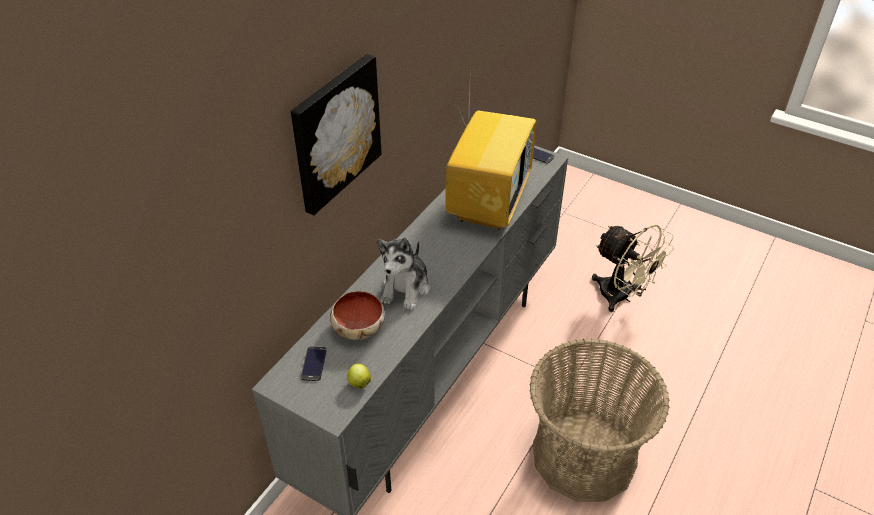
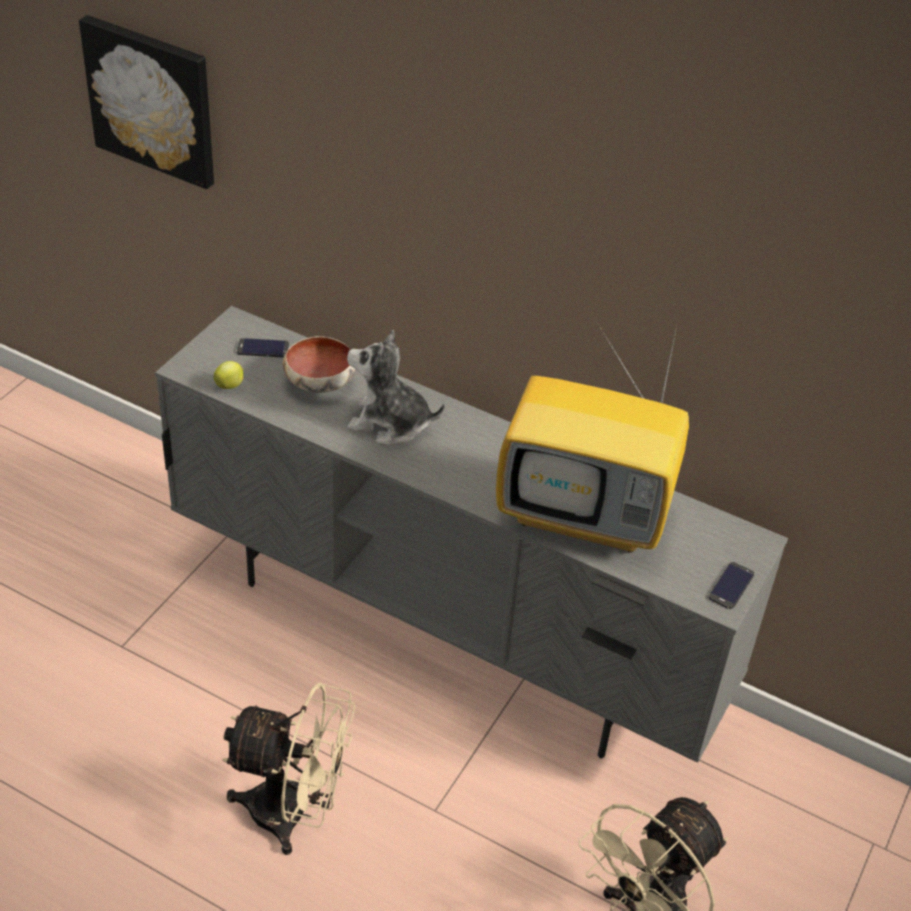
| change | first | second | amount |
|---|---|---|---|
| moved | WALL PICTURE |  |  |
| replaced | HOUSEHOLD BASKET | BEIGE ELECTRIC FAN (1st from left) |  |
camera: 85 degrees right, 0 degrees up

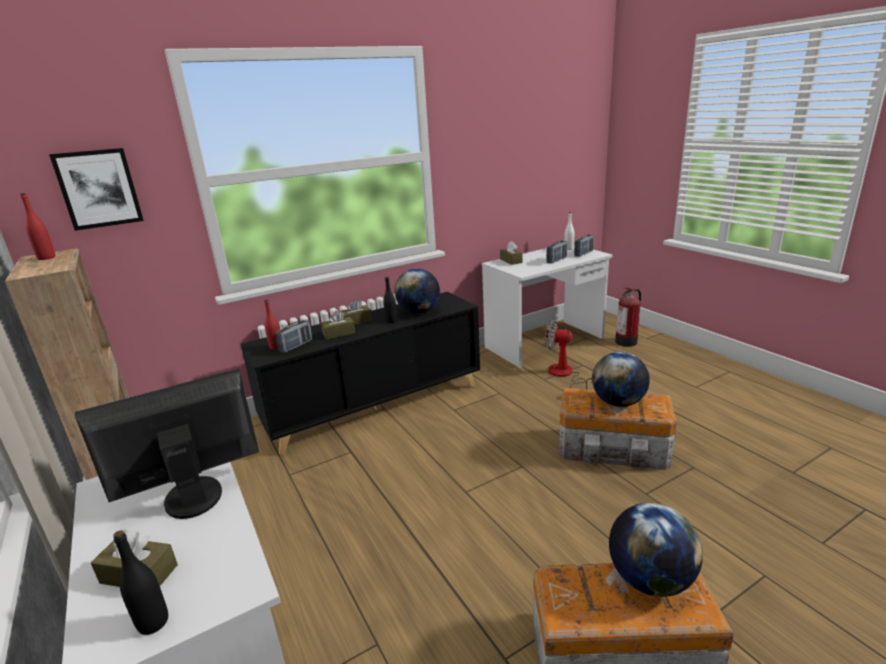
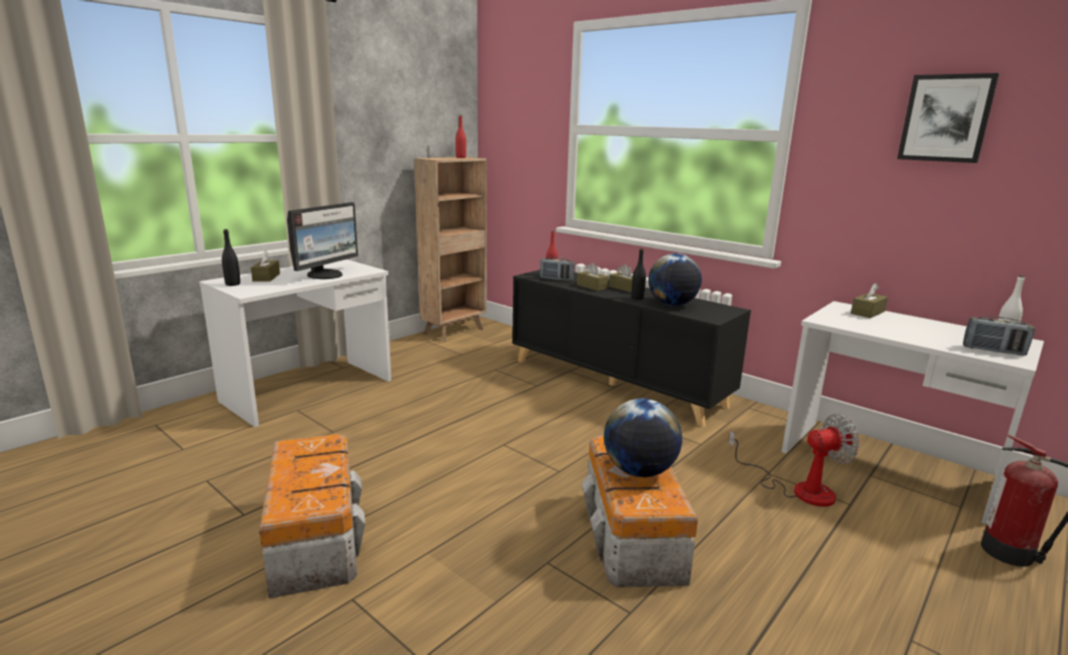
| change | first | second | amount |
|---|---|---|---|
| moved | WALL PICTURE |  |  |
| removed | RADIO SET (2nd from left) |  |  |
| turned | ELECTRIC FAN |  | 75 degrees clockwise |
| turned | MONITOR |  | 75 degrees clockwise |
| removed | WORLD GLOBE (3rd from left) |  |  |
camera: 70 degrees right, 5 degrees down

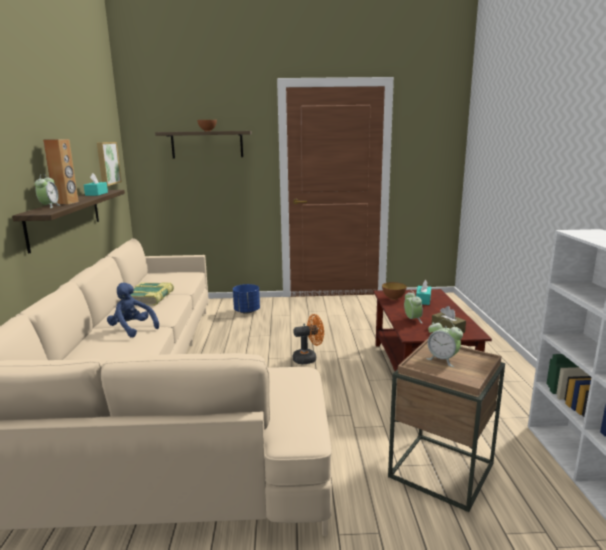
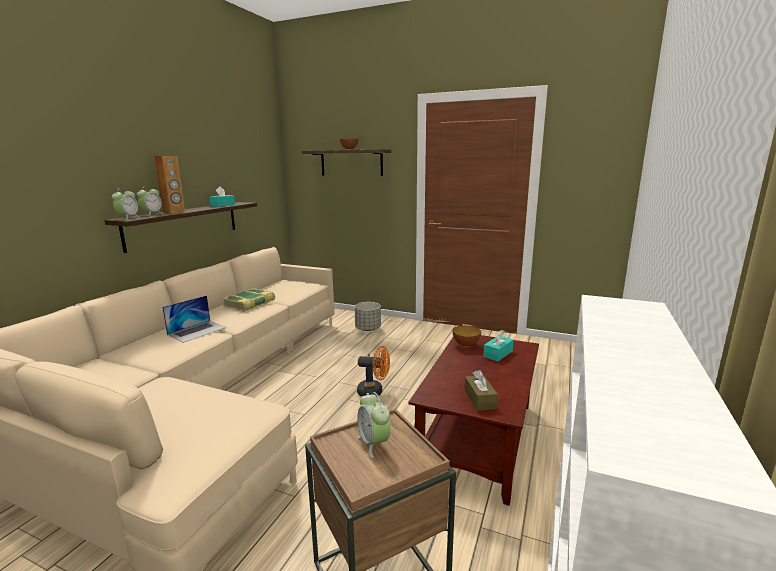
| change | first | second | amount |
|---|---|---|---|
| removed | WALL PICTURE |  |  |
| replaced | BLUE-COLOURED PLUSH TOY | NOTEBOOK COMPUTER |  |
| recoloured | BLUE-COLOURED FLOWER POT | GRAY FLOWER POT |  |
| moved | TABLE CLOCK (2nd from left in the first image) | TABLE CLOCK (1st from left) |  |
camera: 25 degrees right, 0 degrees up

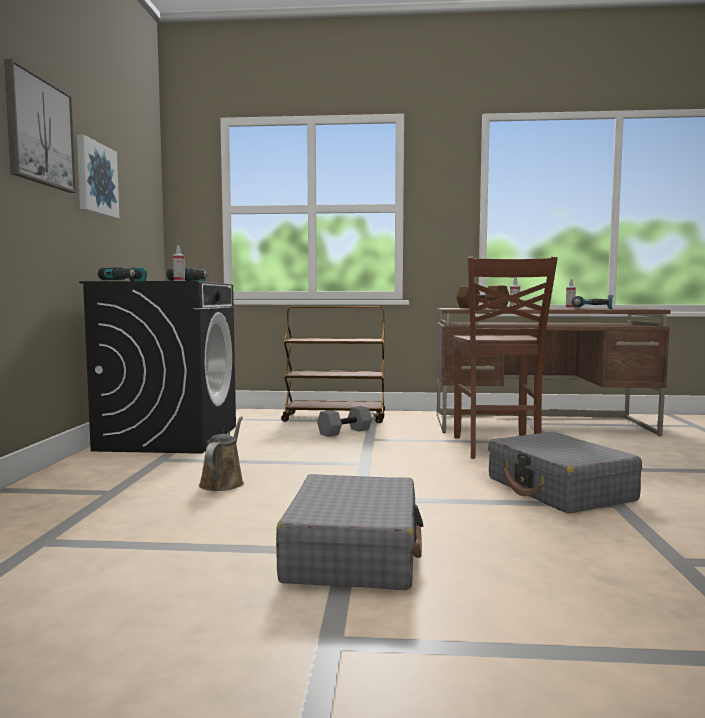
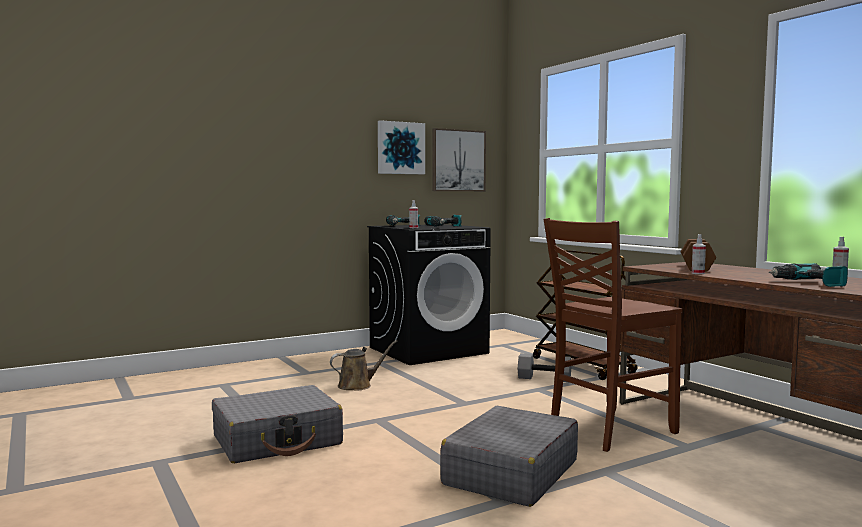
| change | first | second | amount |
|---|---|---|---|
| moved | WALL PICTURE (1st from left in the first image) | WALL PICTURE (2nd from left) |  |
camera: 55 degrees right, 0 degrees up

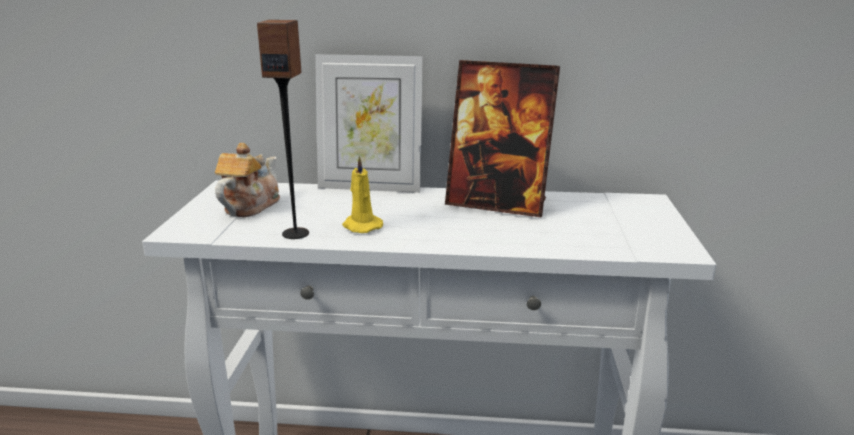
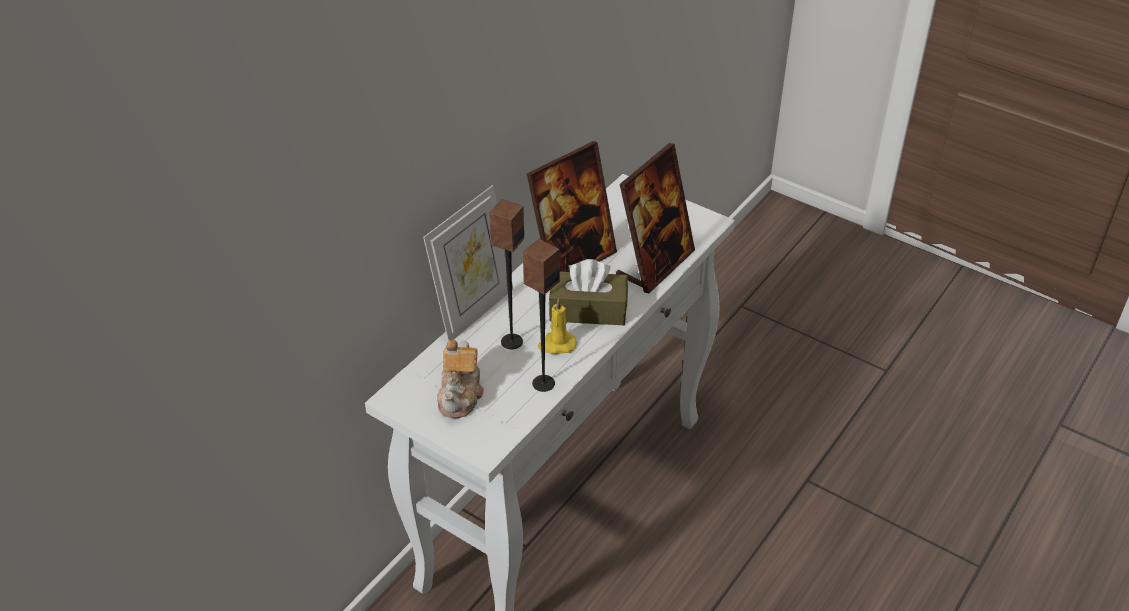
| change | first | second | amount |
|---|---|---|---|
| turned | POT FOR TEA |  | 135 degrees counterclockwise |
| added |  | STANDING FRAME (3rd from left) |  |
| added |  | LOUDSPEAKER (1st from left) |  |
| added |  | BROWN-COLOURED BOX OF TISSUES |  |
camera: 60 degrees left, 20 degrees up

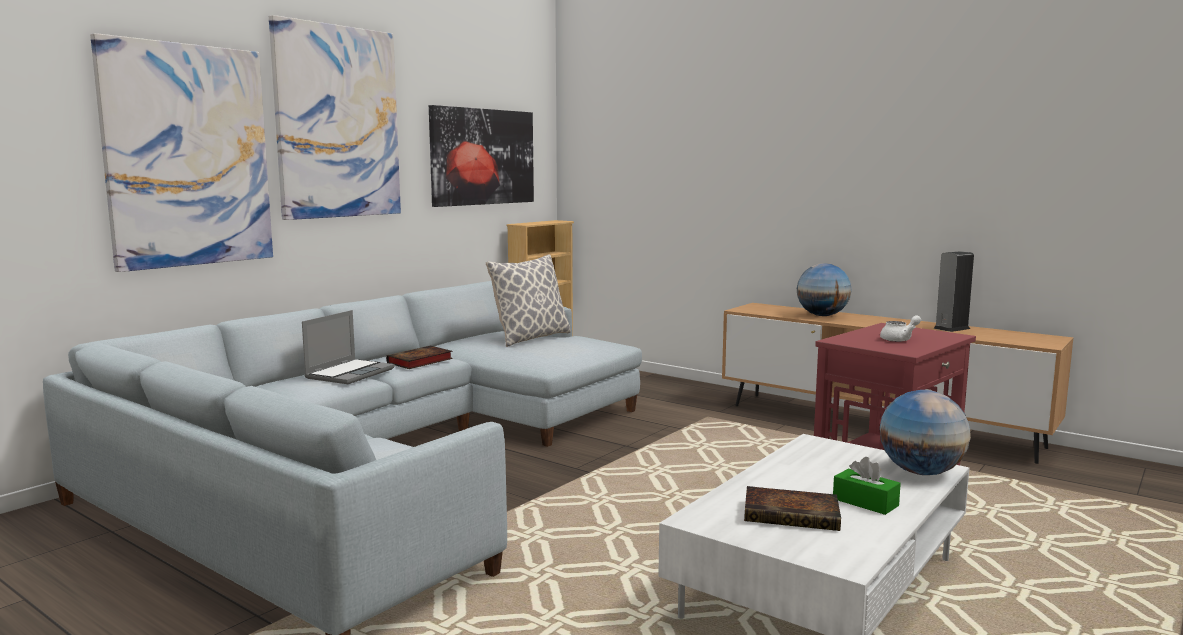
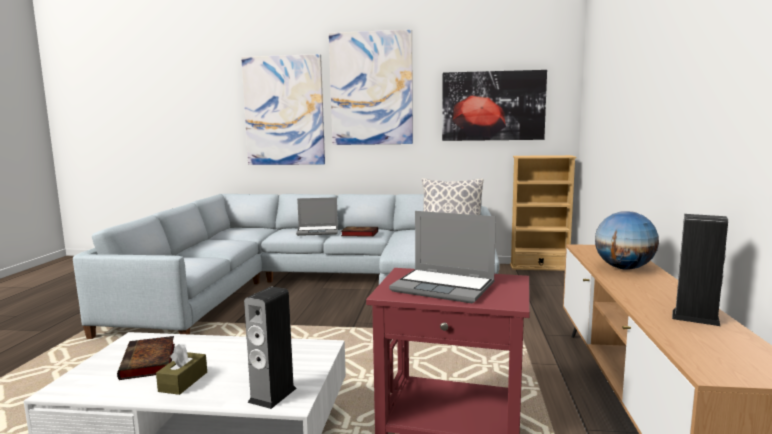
| change | first | second | amount |
|---|---|---|---|
| replaced | WHITE-COLOURED POT FOR TEA | NOTEBOOK COMPUTER (2nd from left) |  |
| replaced | WORLD GLOBE (2nd from left) | LOUDSPEAKER (1st from left) |  |
| recoloured | GREEN-COLOURED BOX OF TISSUES | BROWN-COLOURED BOX OF TISSUES |  |
camera: 60 degrees right, 0 degrees up

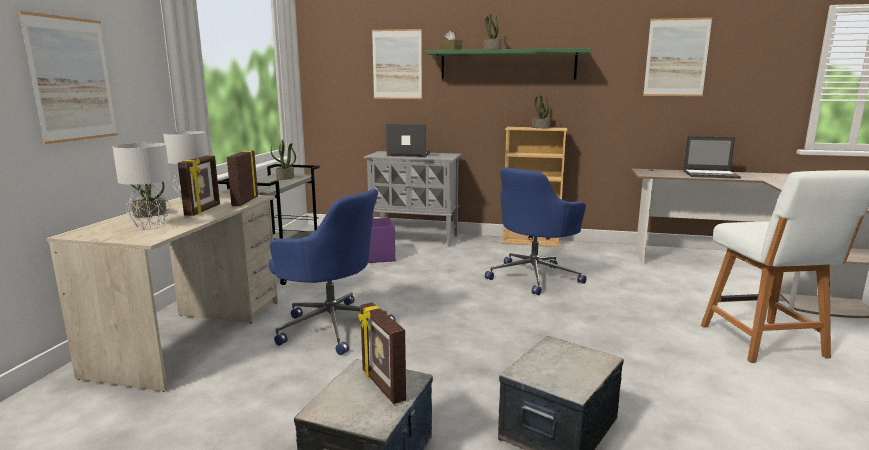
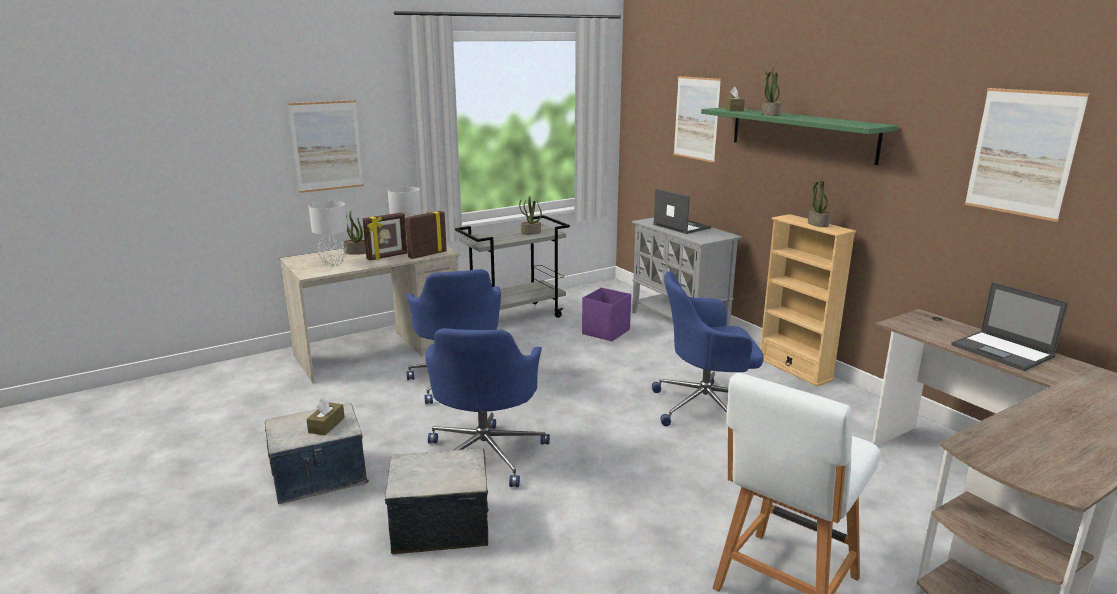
| change | first | second | amount |
|---|---|---|---|
| replaced | STANDING FRAME (3rd from left) | BROWN-COLOURED BOX OF TISSUES (1st from left) |  |
| added |  | BLUE-COLOURED DESK CHAIR (2nd from left) |  |
camera: 45 degrees right, 5 degrees up

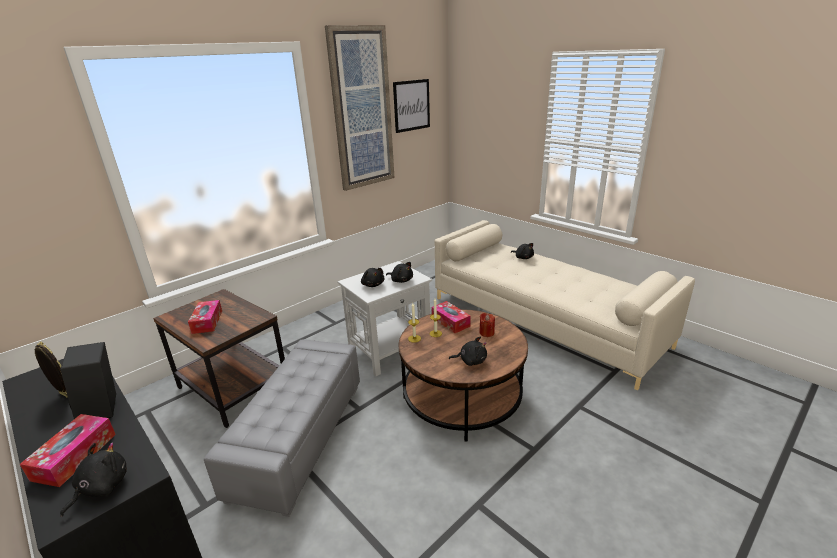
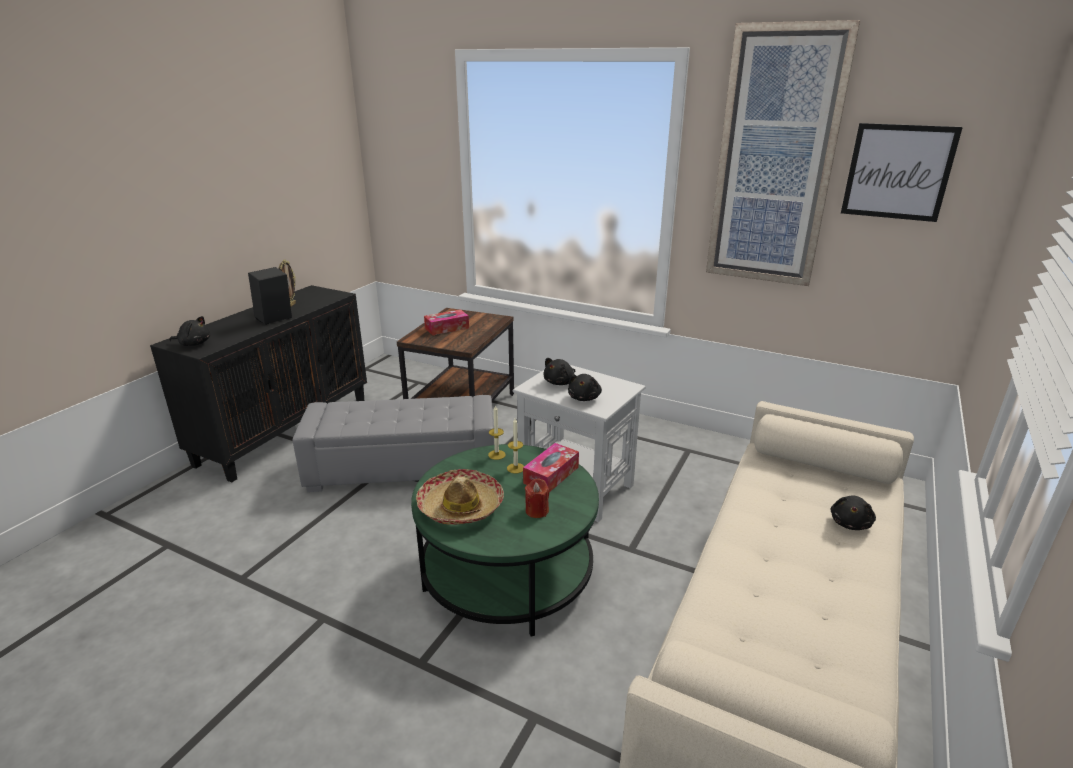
| change | first | second | amount |
|---|---|---|---|
| recoloured | BROWN-COLOURED COFFEE TABLE | GREEN-COLOURED COFFEE TABLE |  |
| replaced | BLACK-COLOURED PLUSH TOY (4th from left) | HAT |  |
| removed | BOX OF TISSUES (1st from left) |  |  |
camera: 70 degrees right, 0 degrees up

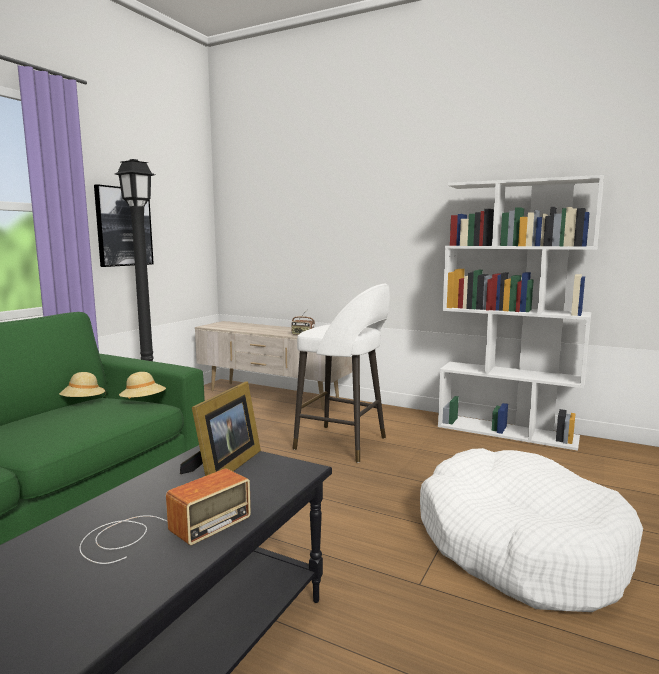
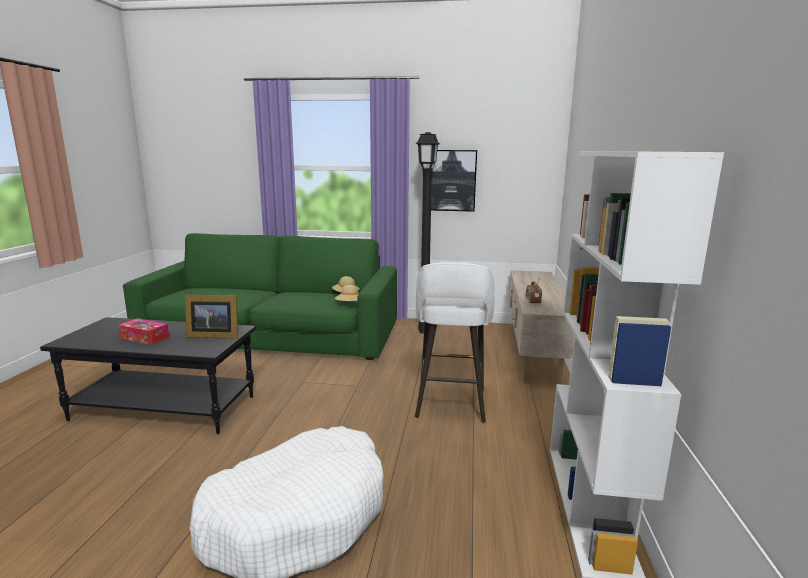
| change | first | second | amount |
|---|---|---|---|
| replaced | RADIO SET (1st from left) | BOX OF TISSUES |  |
camera: 70 degrees right, 5 degrees up

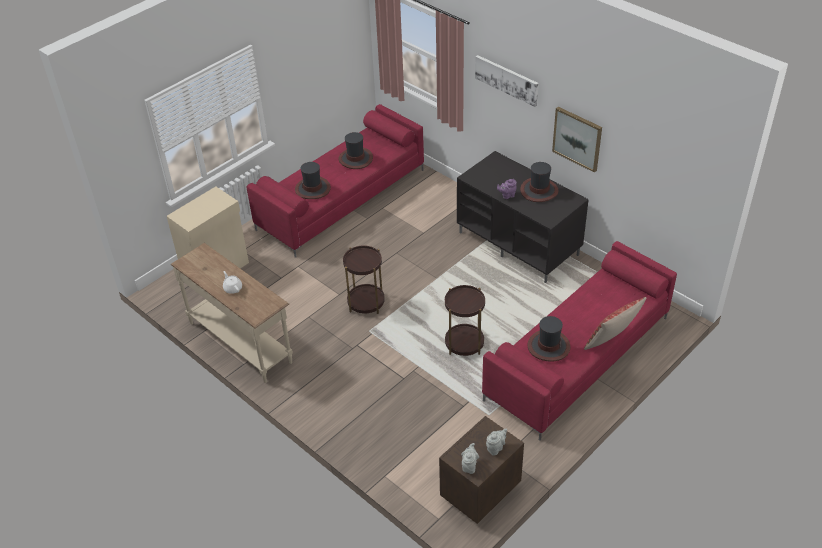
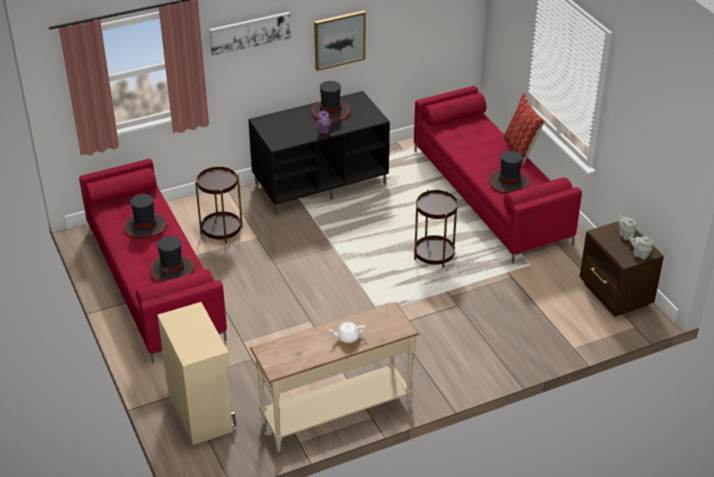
| change | first | second | amount |
|---|---|---|---|
| moved | BROWN-COLOURED END TABLE (1st from left) |  |  |
camera: 70 degrees left, 5 degrees down

